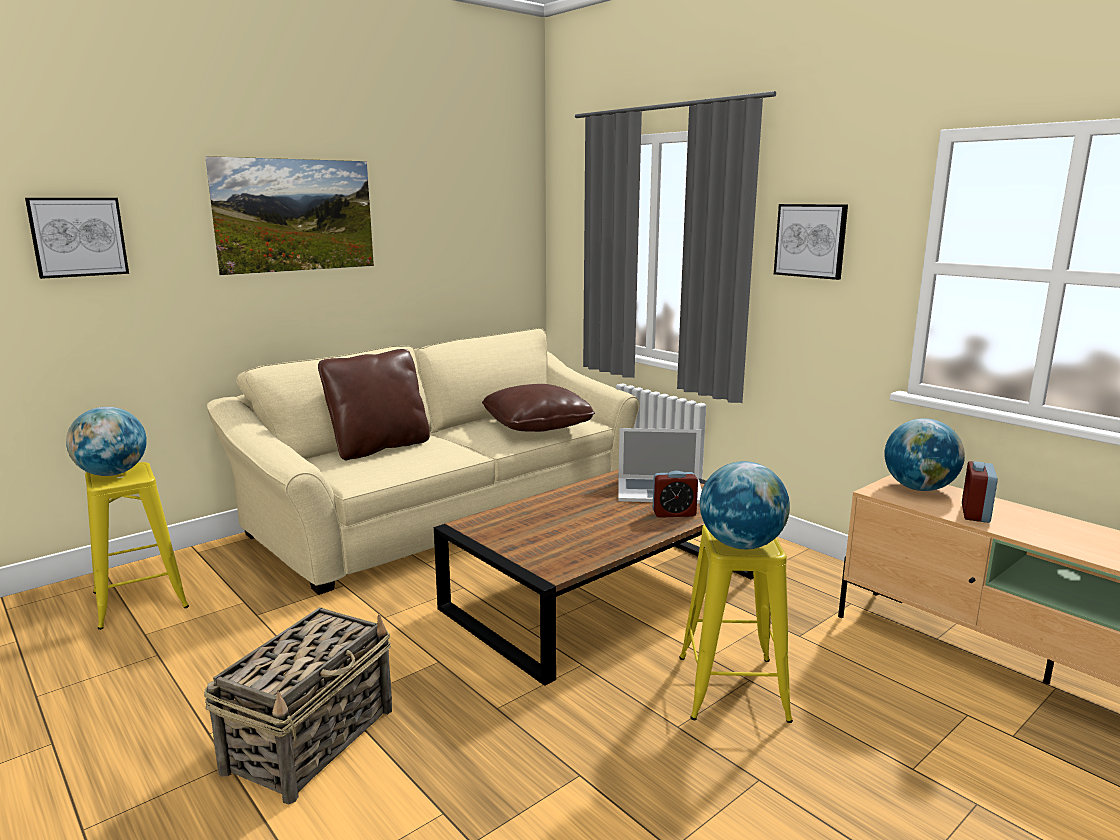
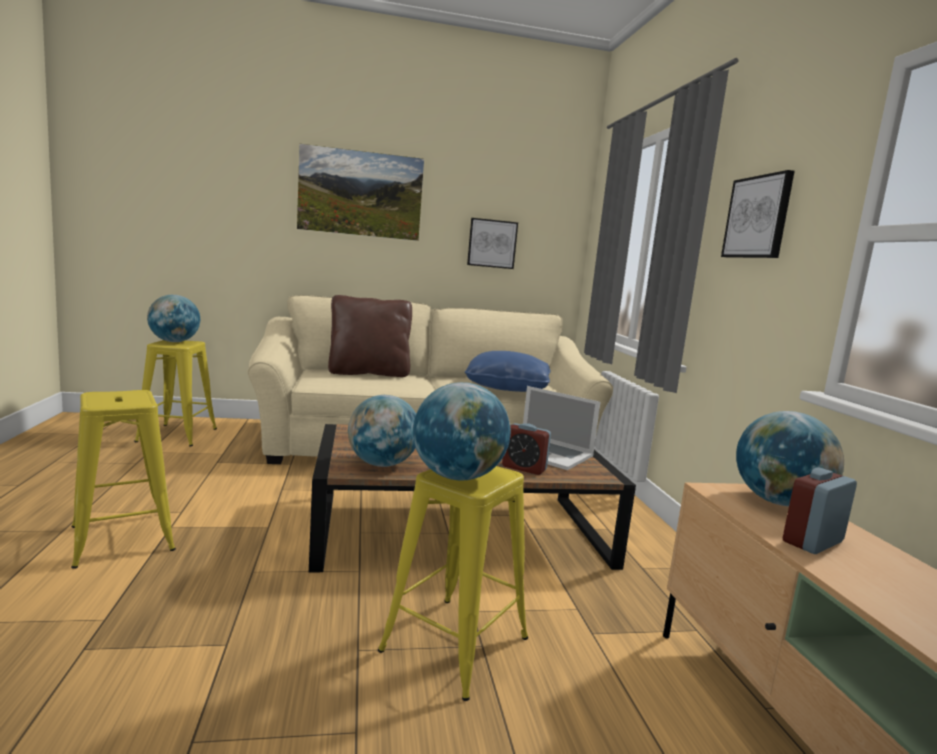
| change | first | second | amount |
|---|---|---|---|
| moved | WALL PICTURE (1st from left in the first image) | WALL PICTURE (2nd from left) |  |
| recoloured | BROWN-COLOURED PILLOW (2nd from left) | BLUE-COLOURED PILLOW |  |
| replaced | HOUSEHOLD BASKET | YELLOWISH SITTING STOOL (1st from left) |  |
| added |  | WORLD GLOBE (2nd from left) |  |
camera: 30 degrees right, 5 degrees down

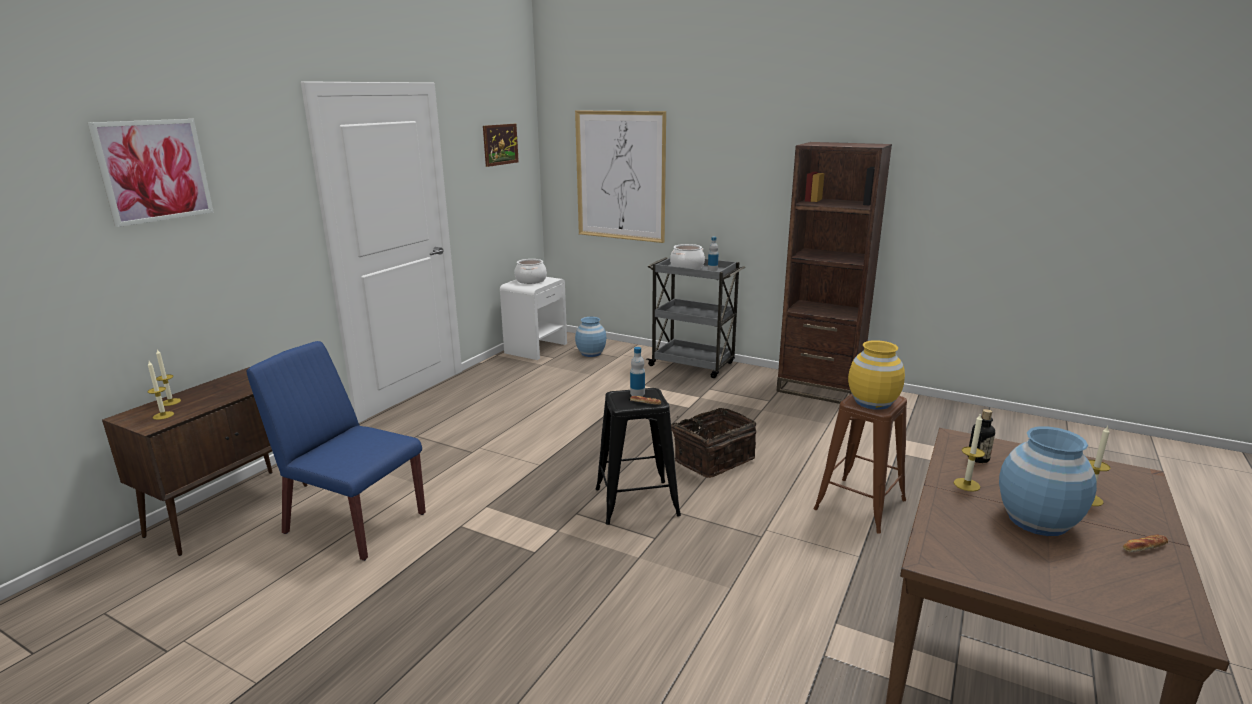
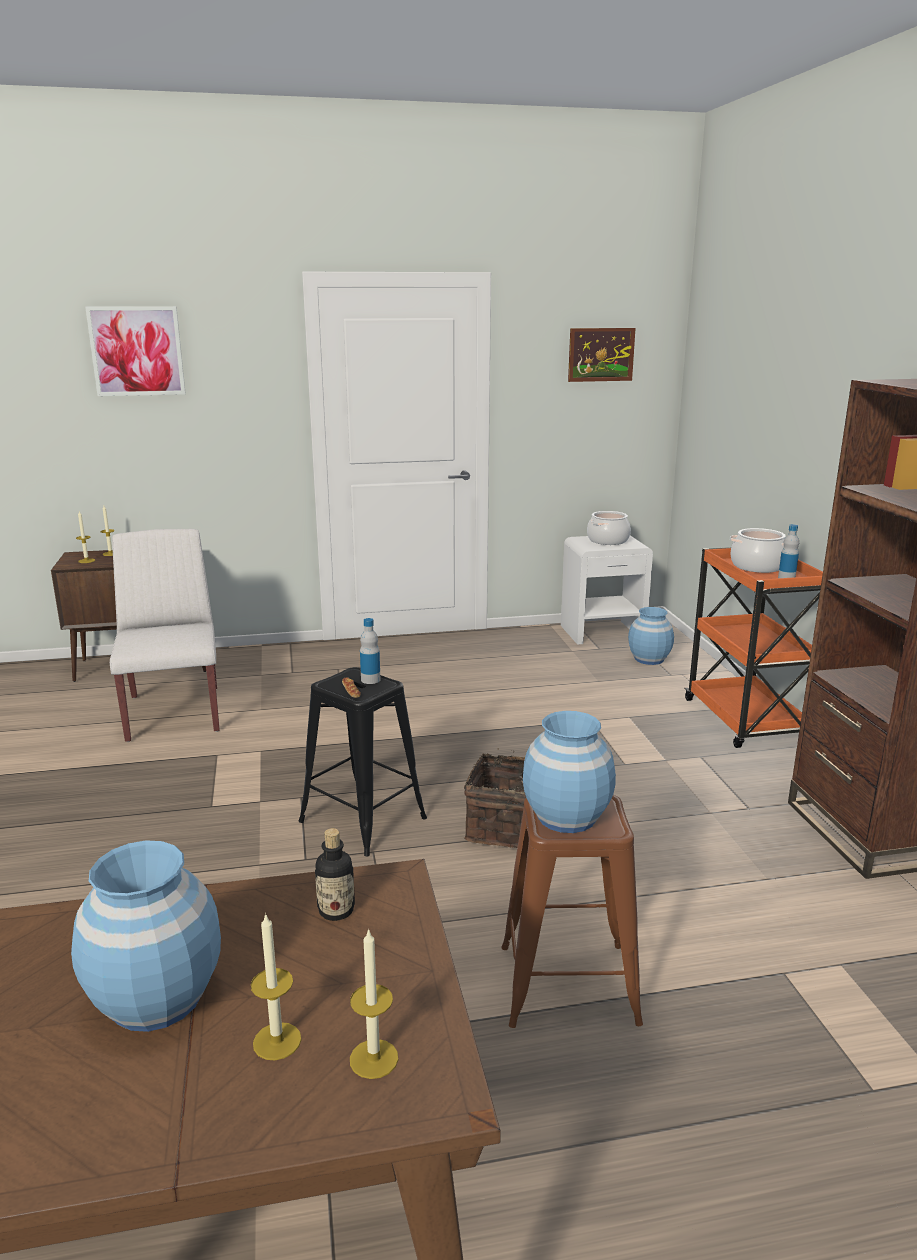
| change | first | second | amount |
|---|---|---|---|
| removed | WALL PICTURE (3rd from left) |  |  |
| recoloured | GRAY CART | ORANGEY CART |  |
| recoloured | YELLOWISH VASE | BLUE-COLOURED VASE (2nd from left) |  |
| recoloured | BLUE-COLOURED PLAIN CHAIR | WHITE-COLOURED PLAIN CHAIR |  |
| moved | WAX LIGHT (3rd from left in the first image) | WAX LIGHT (4th from left) |  |
| removed | BAKERY BREAD (2nd from left) |  |  |
camera: 50 degrees right, 0 degrees up

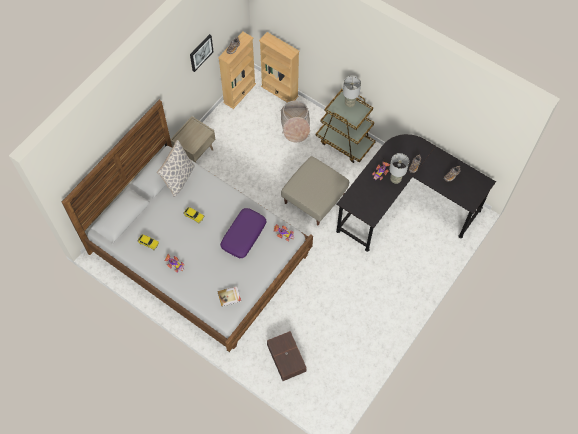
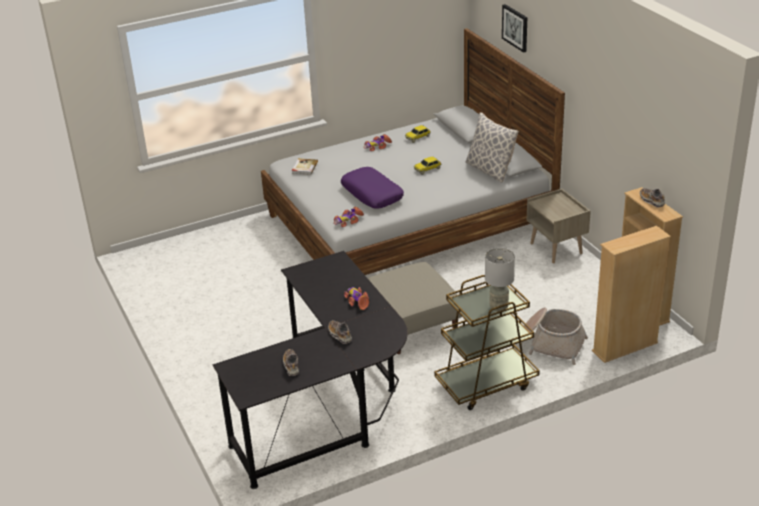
| change | first | second | amount |
|---|---|---|---|
| moved | WALL PICTURE |  |  |
| removed | GRAY TABLETOP LAMP (2nd from left) |  |  |
| removed | BROWN-COLOURED STORAGE BIN |  |  |
camera: 120 degrees right, 30 degrees down

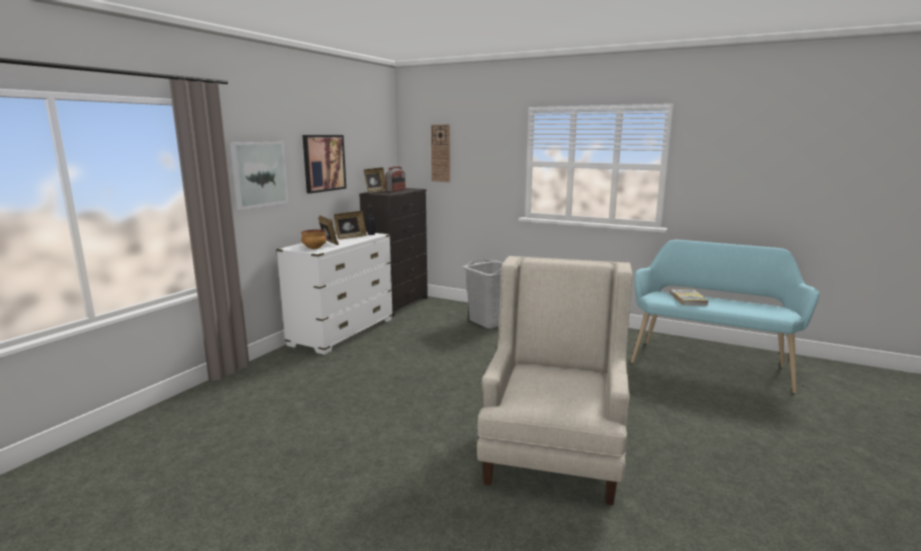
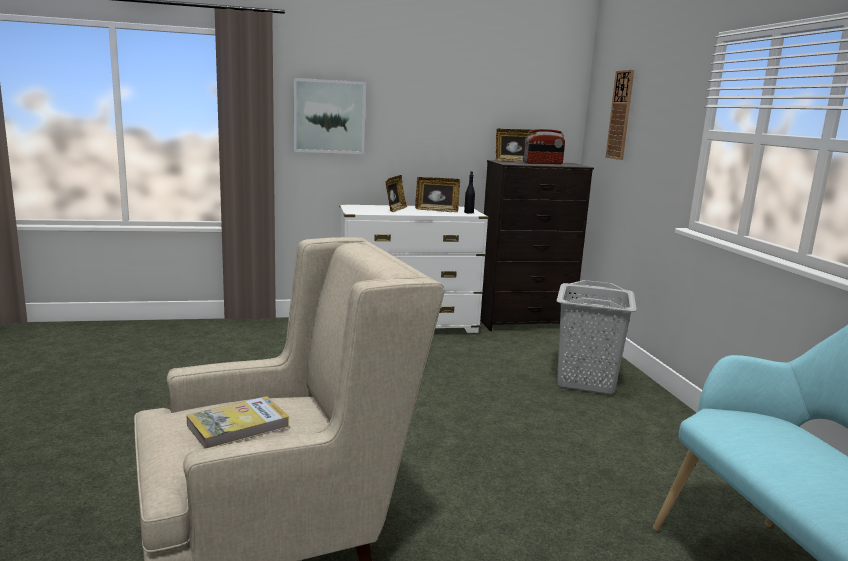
| change | first | second | amount |
|---|---|---|---|
| removed | WALL PICTURE (2nd from left) |  |  |
| removed | DEEP DISH |  |  |
| moved | BOUND BOOK |  |  |
camera: 50 degrees right, 0 degrees up

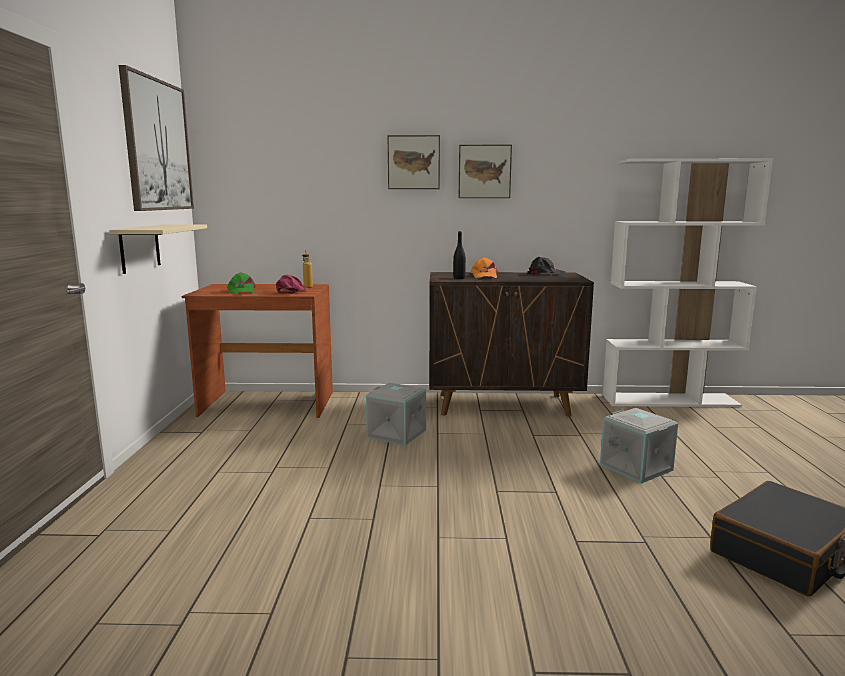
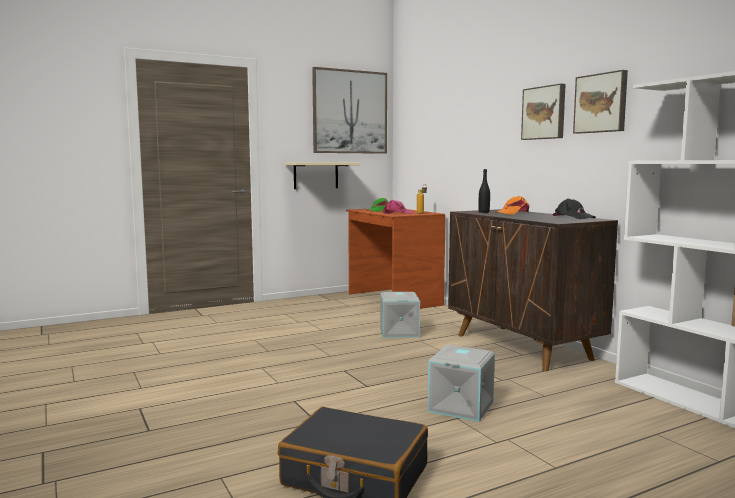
| change | first | second | amount |
|---|---|---|---|
| moved | WALL PICTURE (2nd from left in the first image) | WALL PICTURE (3rd from left) |  |
camera: 60 degrees right, 5 degrees down

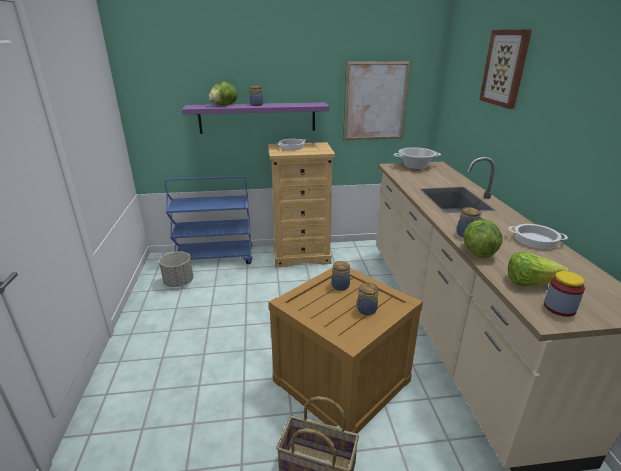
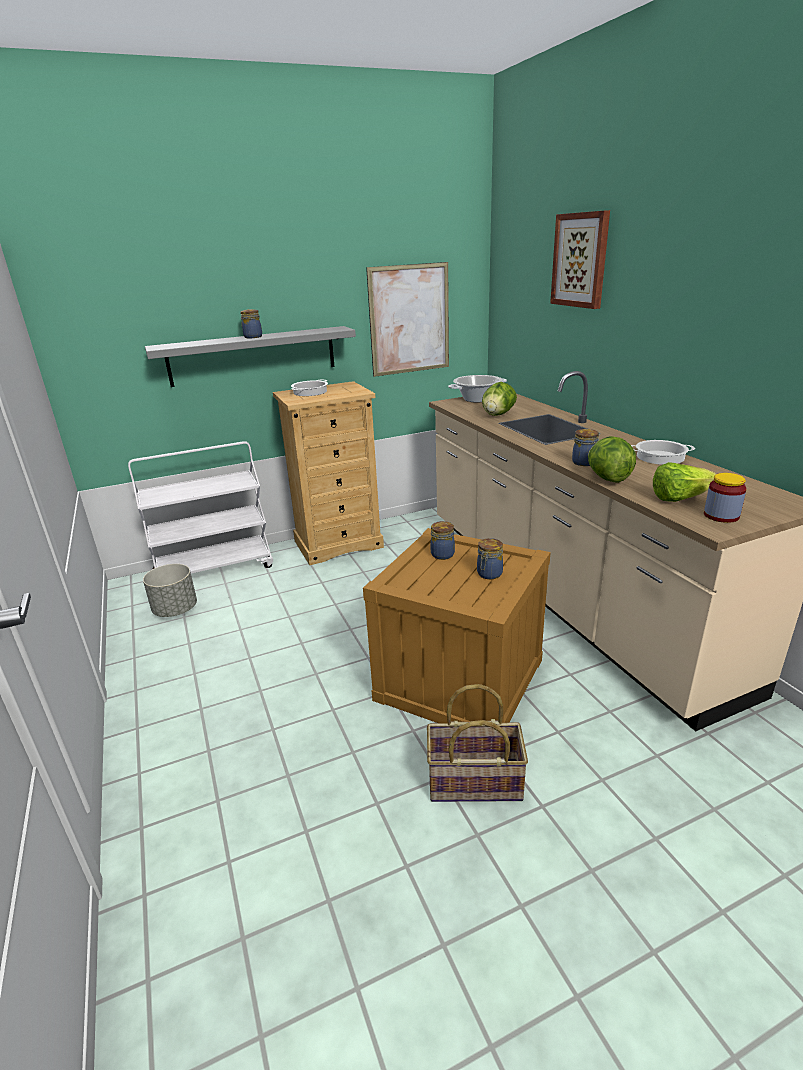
| change | first | second | amount |
|---|---|---|---|
| moved | LETTUCE (1st from left) |  |  |
| recoloured | PURPLE WALL SHELF | GRAY WALL SHELF |  |
| recoloured | BLUE-COLOURED CART | WHITE-COLOURED CART |  |
camera: 15 degrees left, 0 degrees up

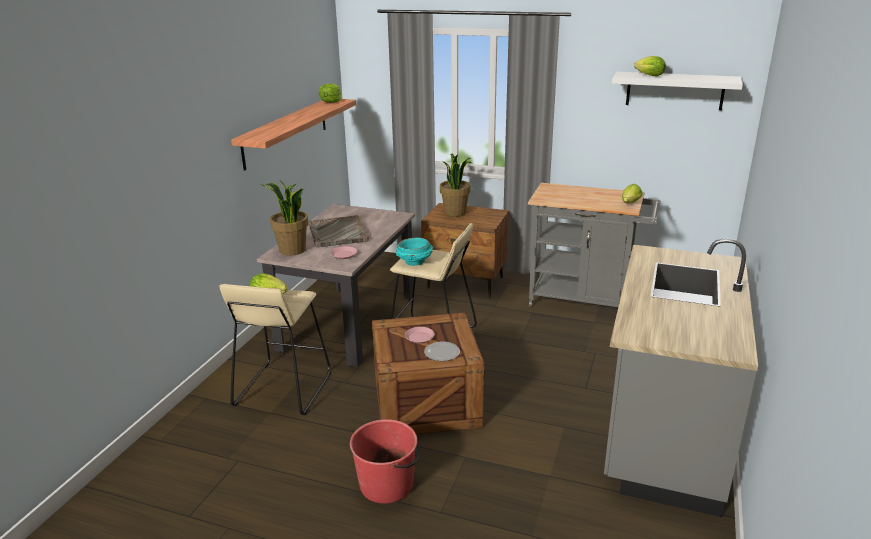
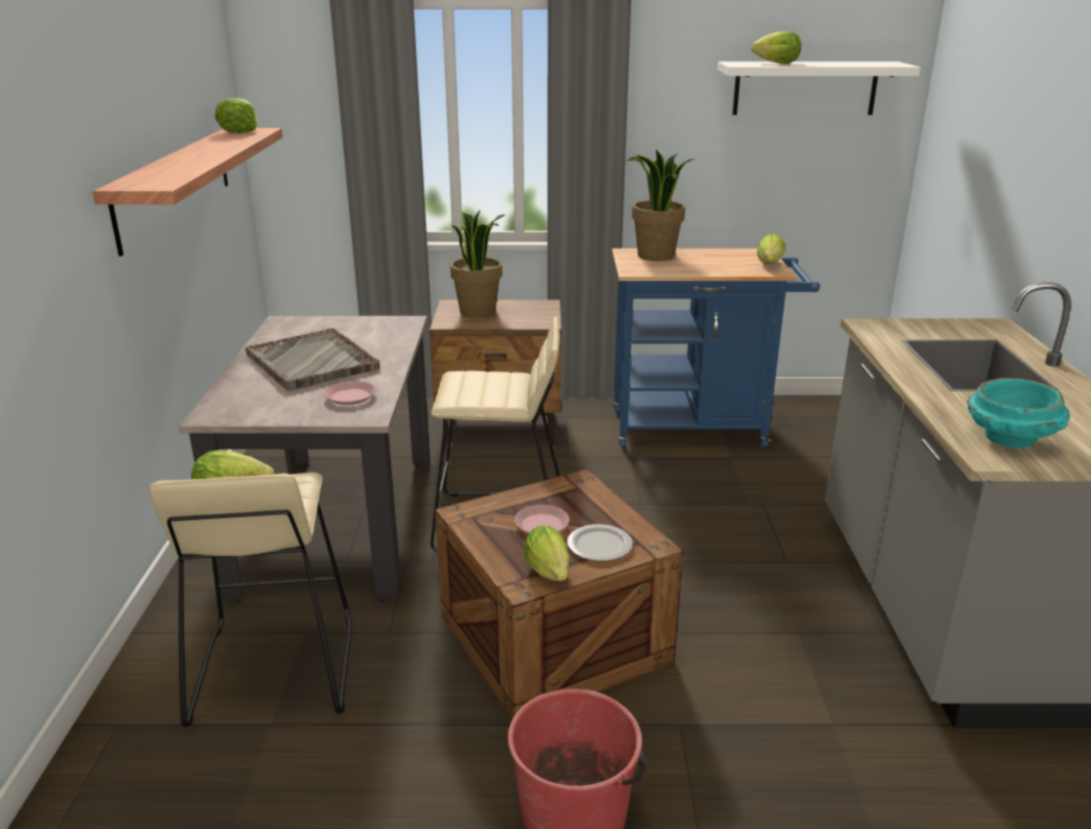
| change | first | second | amount |
|---|---|---|---|
| moved | HOUSEPLANT (1st from left in the first image) | HOUSEPLANT (2nd from left) |  |
| recoloured | GRAY CART | BLUE-COLOURED CART |  |
| moved | BLUE-GREEN DEEP DISH |  |  |
| added |  | LETTUCE (3rd from left) |  |
camera: 20 degrees left, 0 degrees up

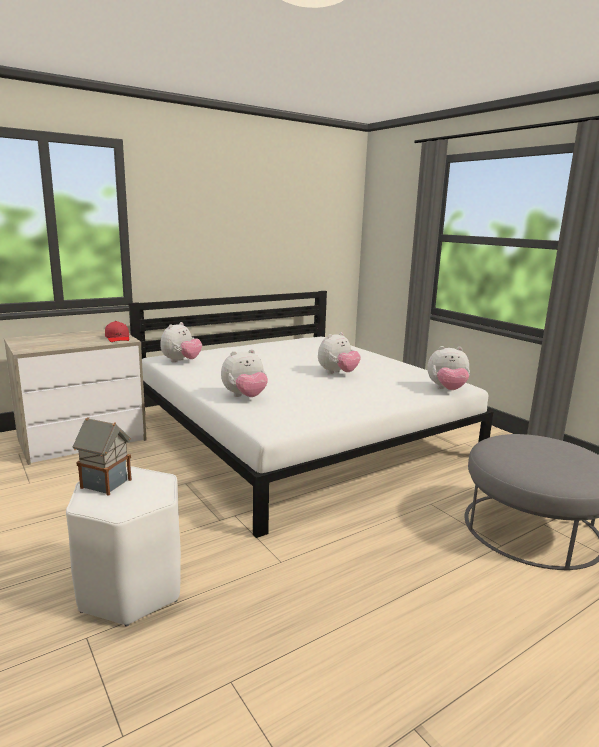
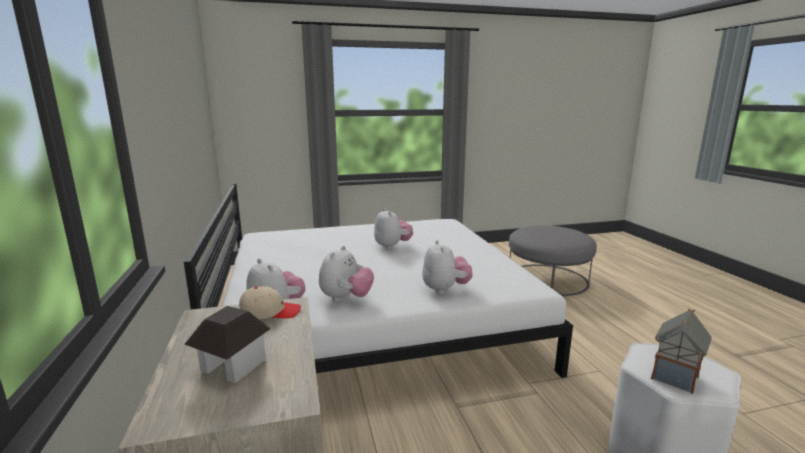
| change | first | second | amount |
|---|---|---|---|
| recoloured | RED-COLOURED BASEBALL CAP | BEIGE BASEBALL CAP |  |
| moved | PLUSH TOY (4th from left in the first image) | PLUSH TOY (2nd from left) |  |
| added |  | TOY HOUSE (1st from left) |  |
camera: 70 degrees left, 0 degrees up

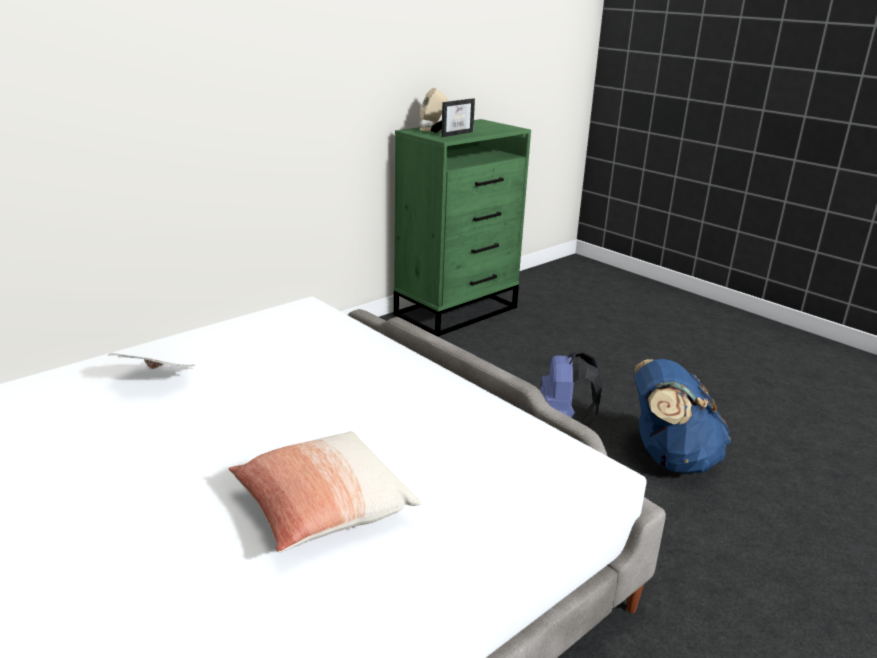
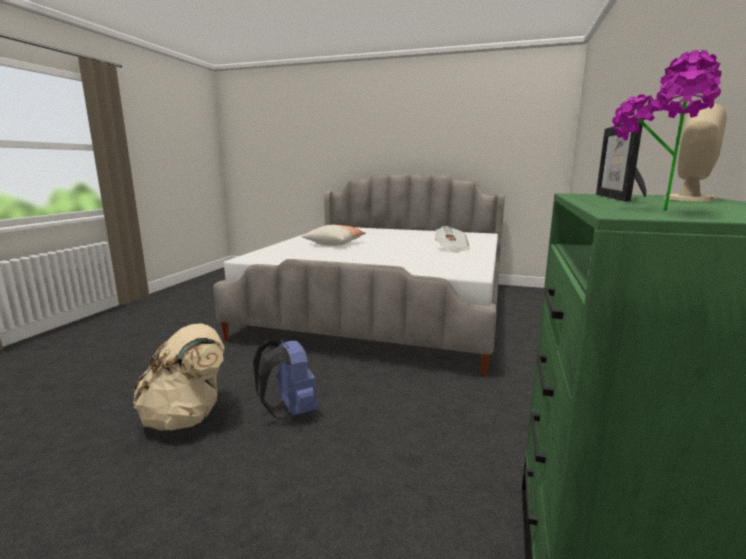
| change | first | second | amount |
|---|---|---|---|
| recoloured | BLUE-COLOURED KNAPSACK (2nd from left) | BEIGE KNAPSACK |  |
| added |  | HOUSEPLANT |  |
camera: 150 degrees right, 10 degrees down

